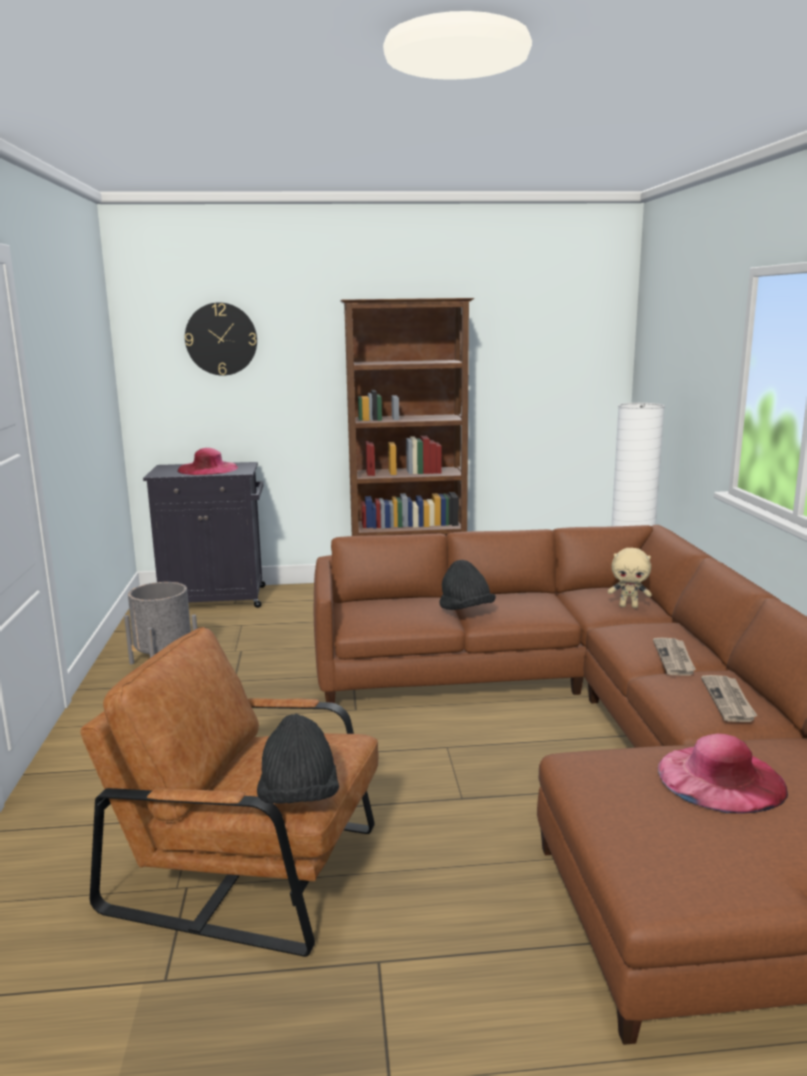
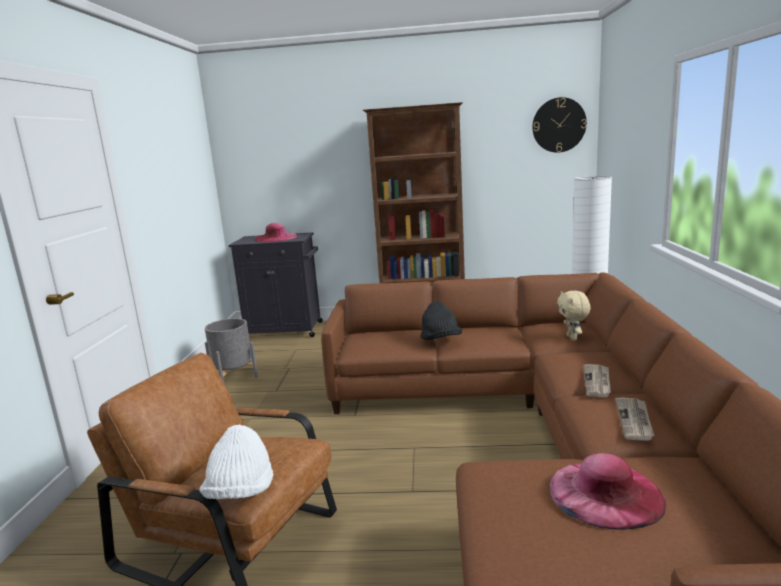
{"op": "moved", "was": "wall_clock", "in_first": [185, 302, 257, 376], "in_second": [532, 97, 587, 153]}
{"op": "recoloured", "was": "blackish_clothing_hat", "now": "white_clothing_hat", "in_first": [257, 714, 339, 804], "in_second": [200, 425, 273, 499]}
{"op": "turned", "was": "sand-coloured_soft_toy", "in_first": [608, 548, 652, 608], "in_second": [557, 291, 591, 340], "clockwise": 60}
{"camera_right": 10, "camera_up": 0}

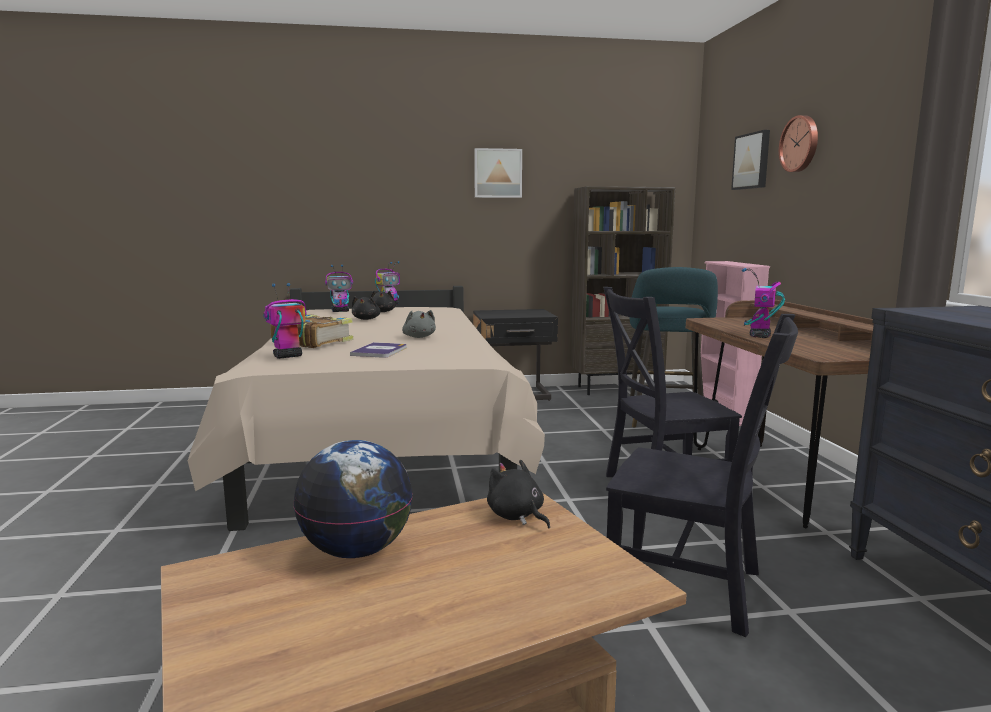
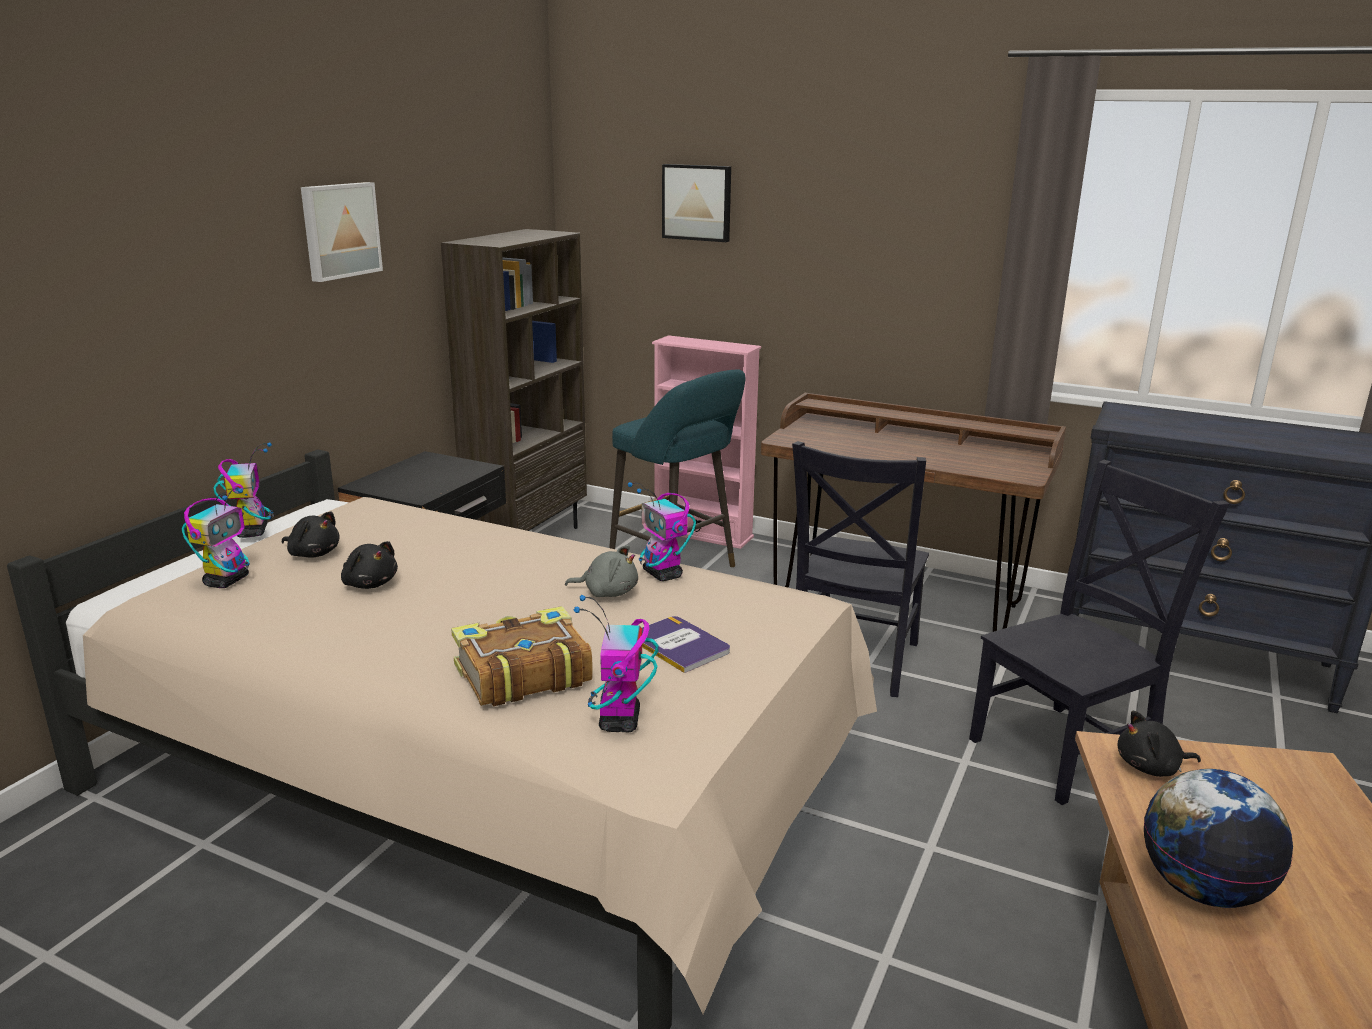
{"op": "moved", "was": "robot_figure", "in_first": [742, 268, 785, 338], "in_second": [628, 482, 696, 581]}
{"op": "removed", "was": "wall_clock", "in_first": [779, 115, 818, 172]}
{"camera_right": -55, "camera_up": 10}

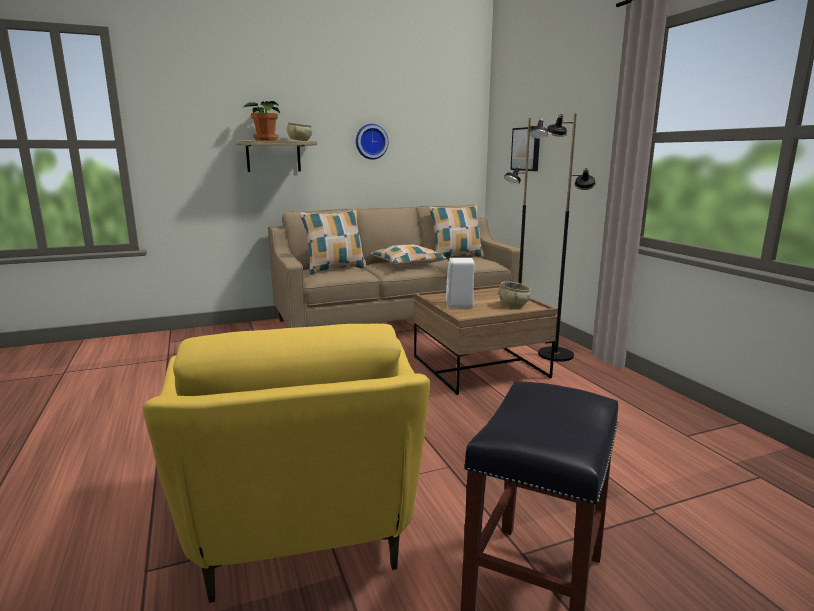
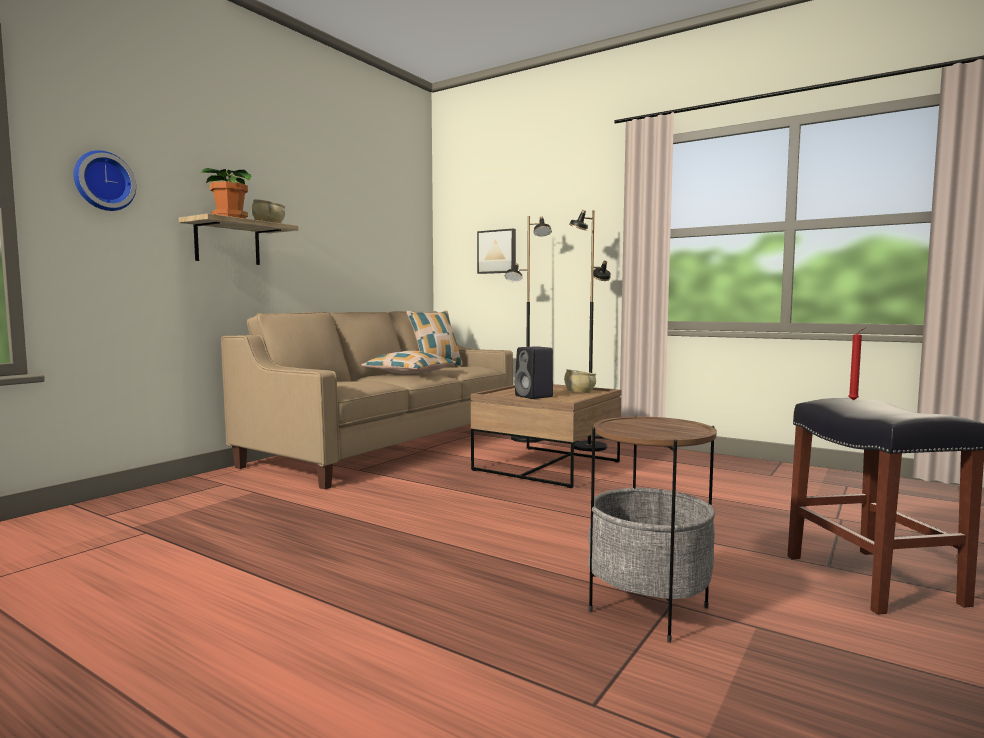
{"op": "replaced", "was": "yellow_armchair", "now": "accent_table", "in_first": [143, 324, 430, 603], "in_second": [588, 416, 717, 643]}
{"op": "removed", "was": "throw_pillow", "in_first": [300, 210, 367, 275]}
{"op": "moved", "was": "wall_clock", "in_first": [356, 124, 388, 160], "in_second": [73, 150, 136, 211]}
{"op": "recoloured", "was": "white_loudspeaker", "now": "blackish_loudspeaker", "in_first": [446, 258, 475, 308], "in_second": [514, 346, 553, 399]}
{"op": "added", "now": "red-coloured_wax_light", "in_second": [849, 327, 866, 401]}
{"camera_right": -35, "camera_up": -10}

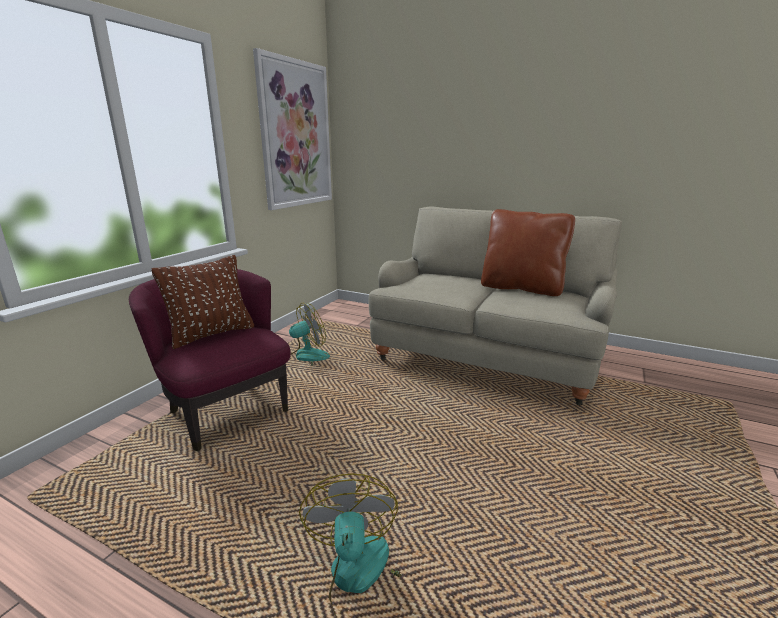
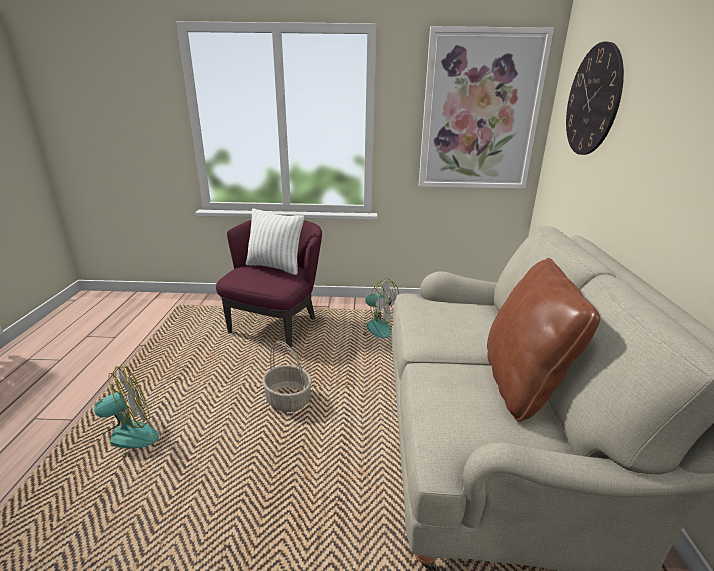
{"op": "recoloured", "was": "brown_throw_pillow", "now": "white_throw_pillow", "in_first": [151, 255, 254, 349], "in_second": [246, 208, 304, 275]}
{"op": "added", "now": "household_basket", "in_second": [262, 341, 312, 412]}
{"op": "added", "now": "wall_clock", "in_second": [566, 42, 624, 155]}
{"camera_right": 65, "camera_up": 5}

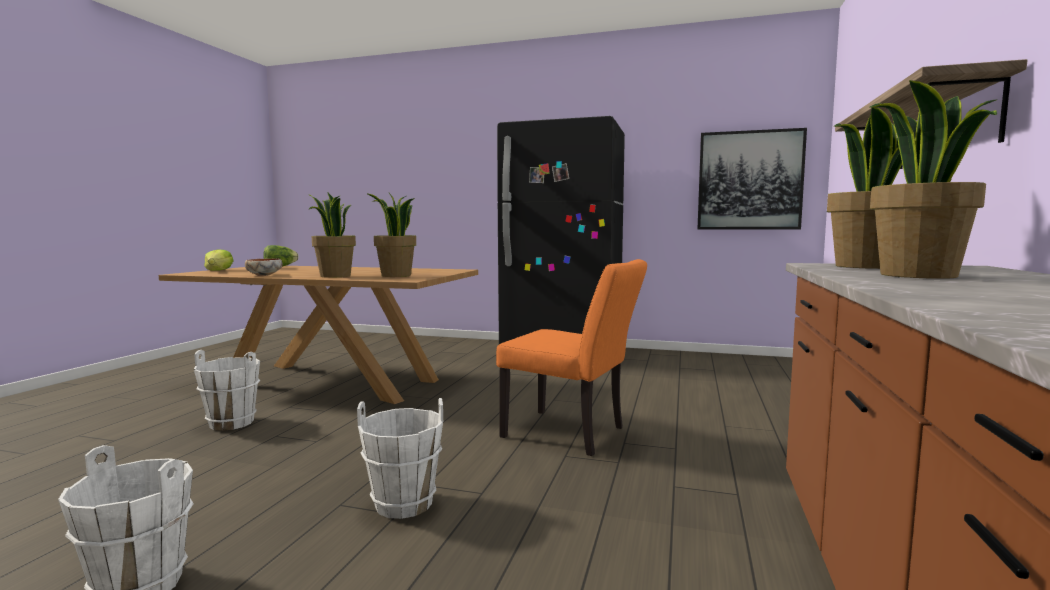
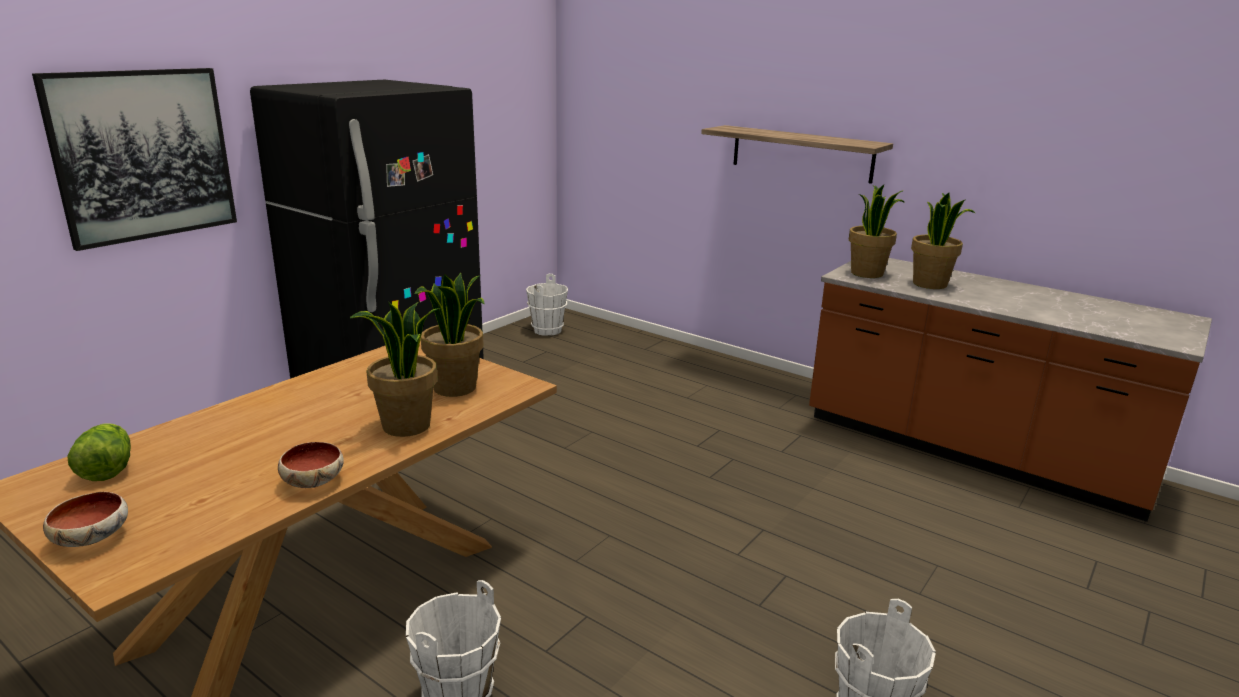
{"op": "replaced", "was": "lettuce", "now": "bowl", "in_first": [204, 249, 233, 271], "in_second": [43, 492, 128, 547]}
{"op": "moved", "was": "white_pail", "in_first": [357, 398, 443, 519], "in_second": [526, 274, 568, 336]}
{"op": "removed", "was": "orange-coloured_plain_chair", "in_first": [496, 259, 647, 456]}
{"op": "moved", "was": "wall_art", "in_first": [698, 128, 807, 230], "in_second": [32, 68, 237, 251]}
{"camera_right": -70, "camera_up": 15}

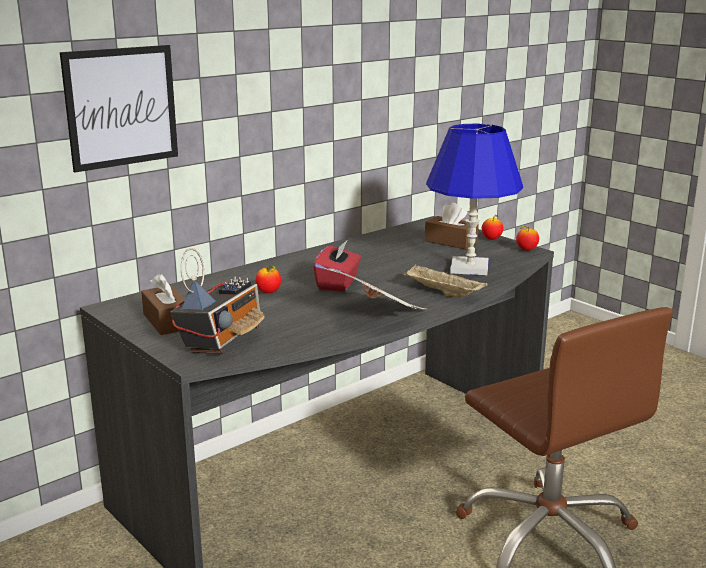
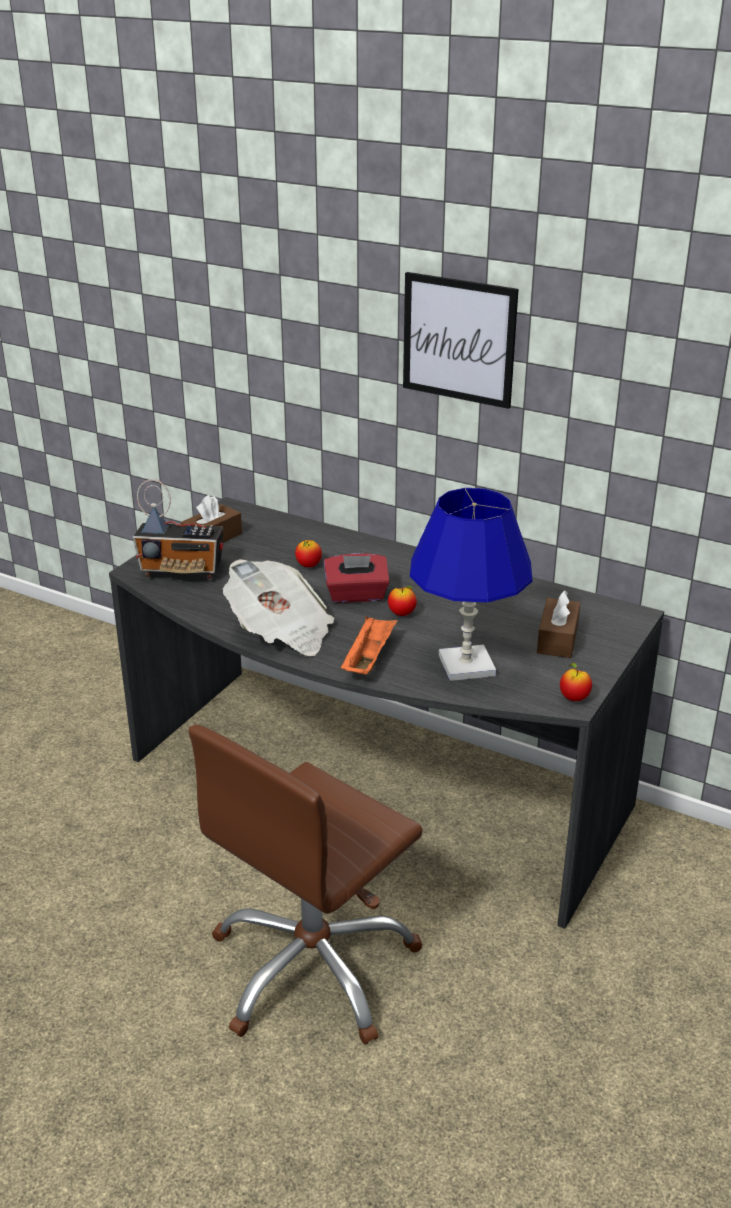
{"op": "moved", "was": "wall_art", "in_first": [60, 45, 178, 172], "in_second": [403, 272, 519, 409]}
{"op": "recoloured", "was": "sand-coloured_carrying_tray", "now": "orange-coloured_carrying_tray", "in_first": [403, 264, 488, 297], "in_second": [341, 616, 398, 674]}
{"op": "moved", "was": "apple_fruit", "in_first": [482, 214, 504, 240], "in_second": [388, 586, 417, 616]}
{"camera_right": 70, "camera_up": 10}

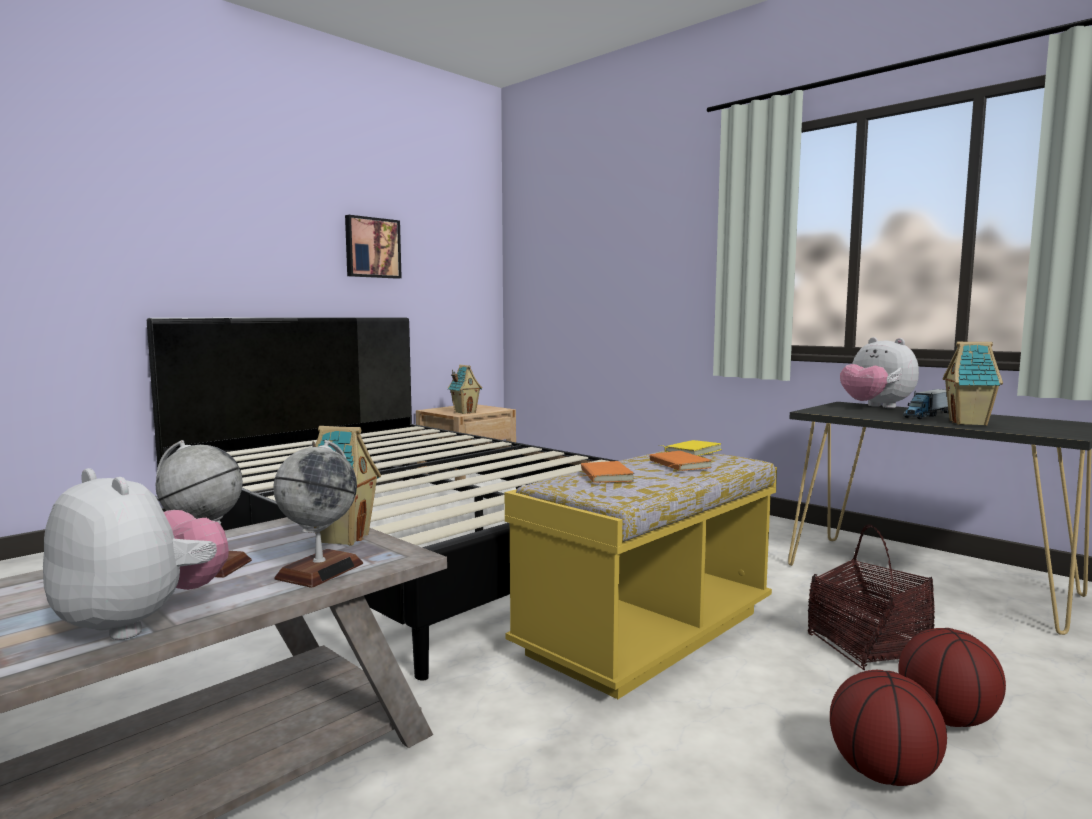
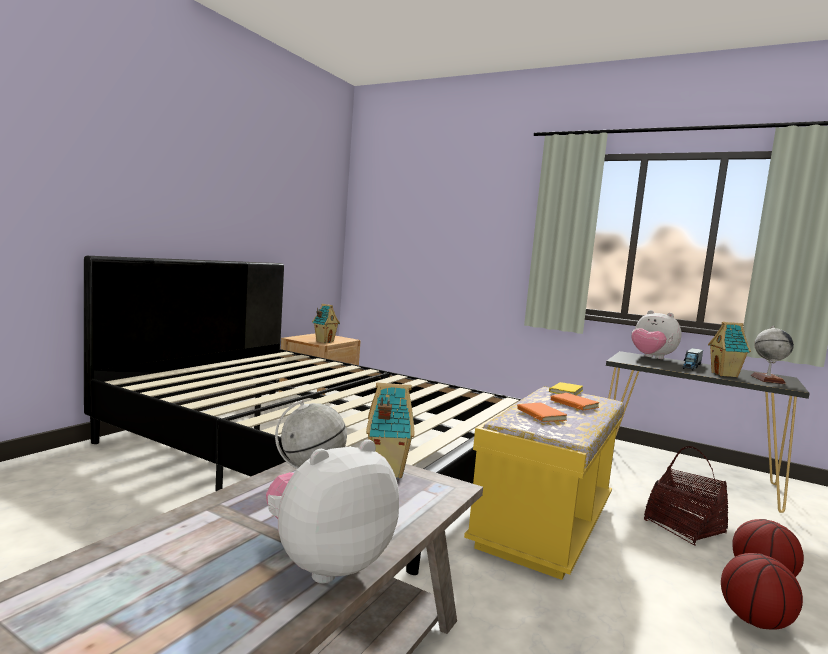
{"op": "turned", "was": "soft_toy", "in_first": [43, 468, 229, 640], "in_second": [266, 440, 399, 584], "clockwise": -60}
{"op": "moved", "was": "desk_globe", "in_first": [273, 440, 363, 588], "in_second": [751, 326, 794, 384]}
{"op": "removed", "was": "wall_art", "in_first": [345, 215, 402, 279]}
{"camera_right": -15, "camera_up": 0}

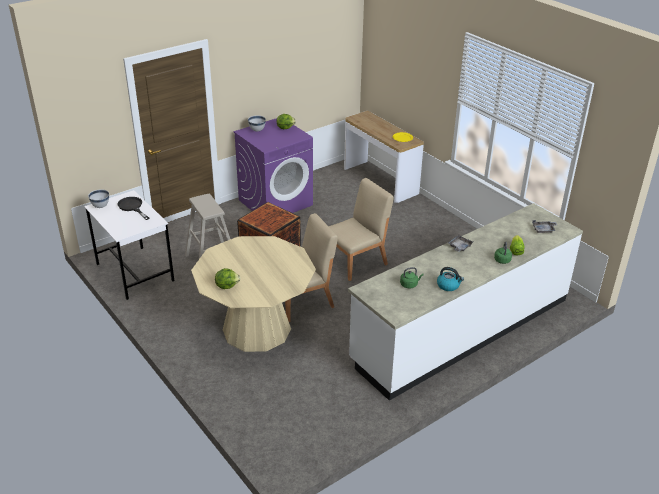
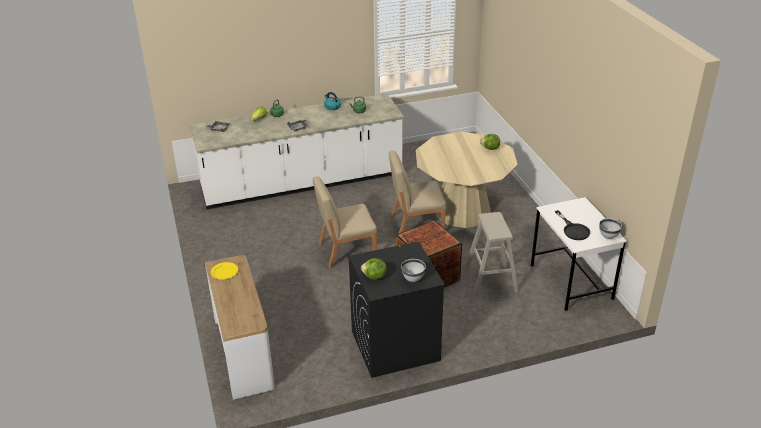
{"op": "recoloured", "was": "purple_laundry_appliance", "now": "blackish_laundry_appliance", "in_first": [233, 118, 313, 213], "in_second": [349, 241, 445, 378]}
{"camera_right": -160, "camera_up": 0}

